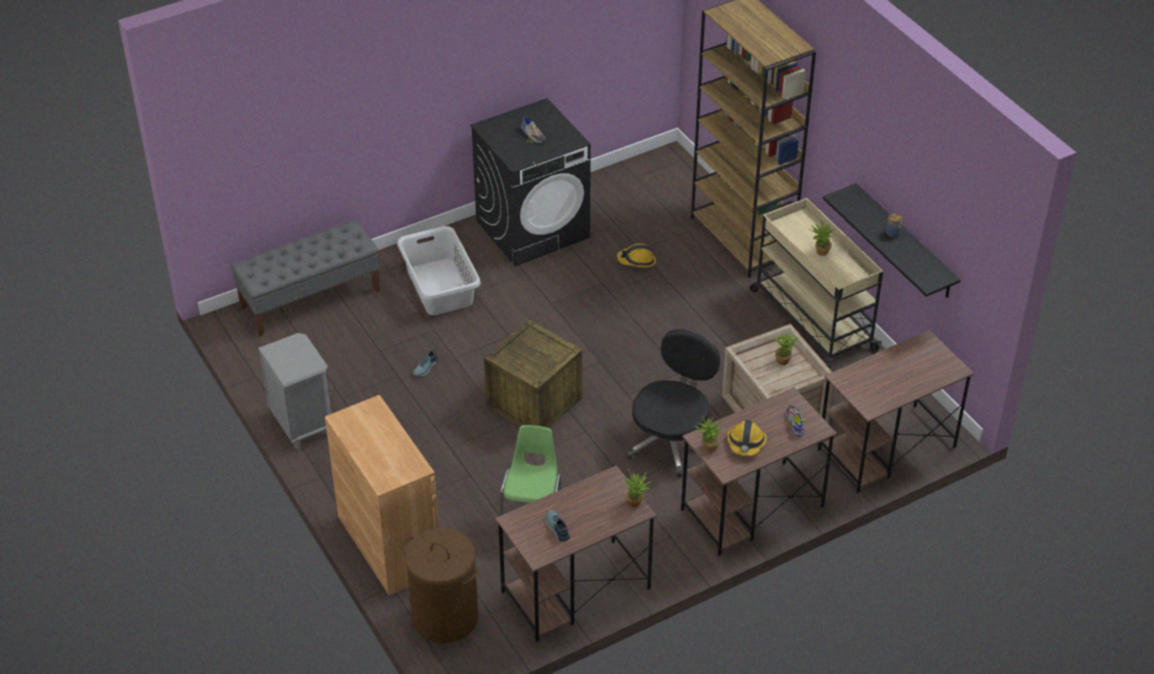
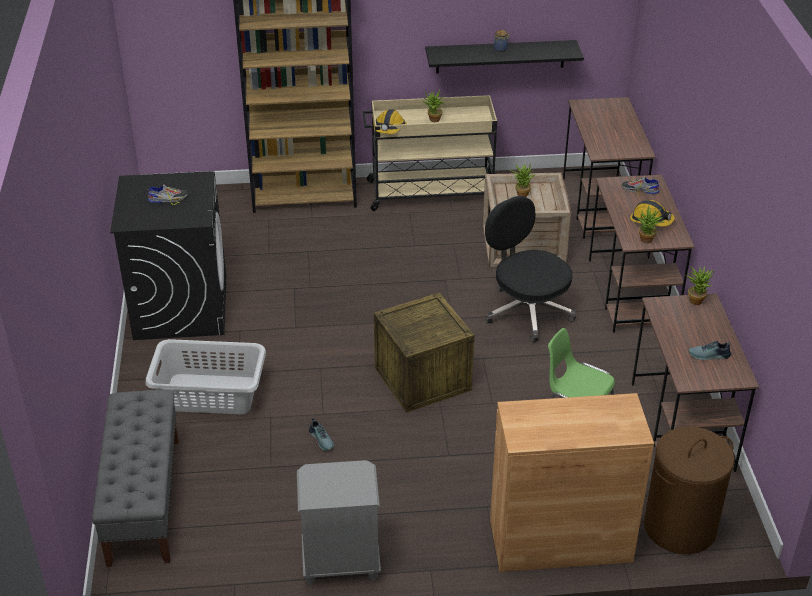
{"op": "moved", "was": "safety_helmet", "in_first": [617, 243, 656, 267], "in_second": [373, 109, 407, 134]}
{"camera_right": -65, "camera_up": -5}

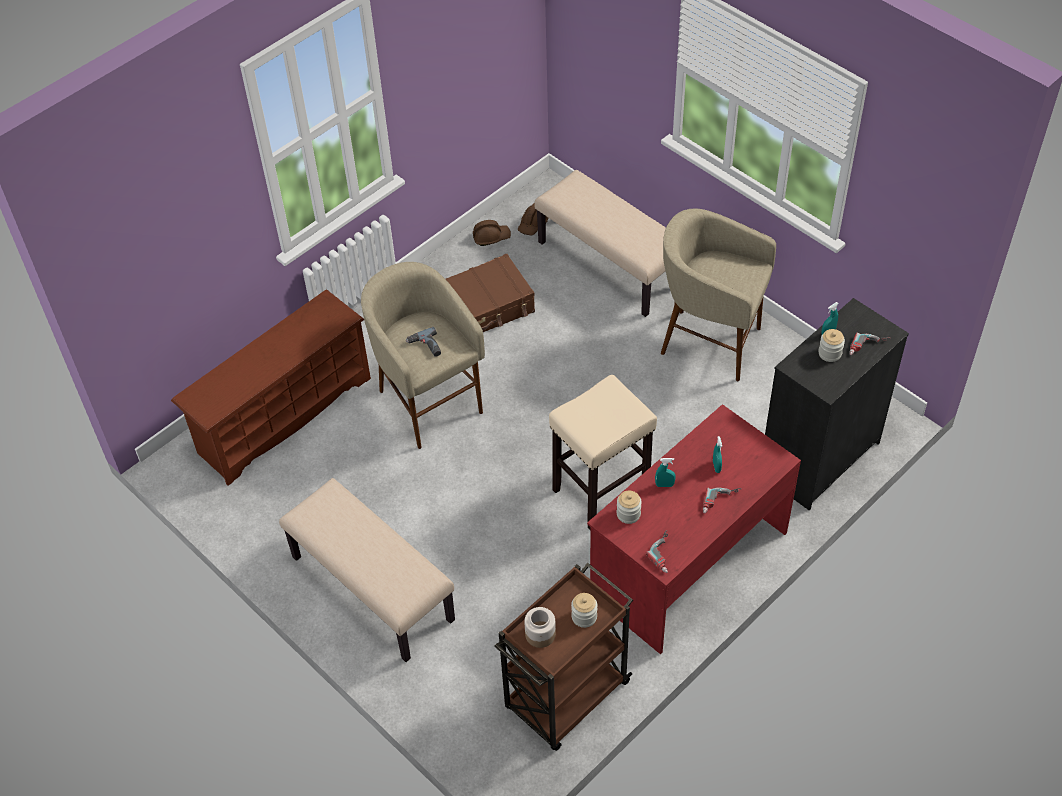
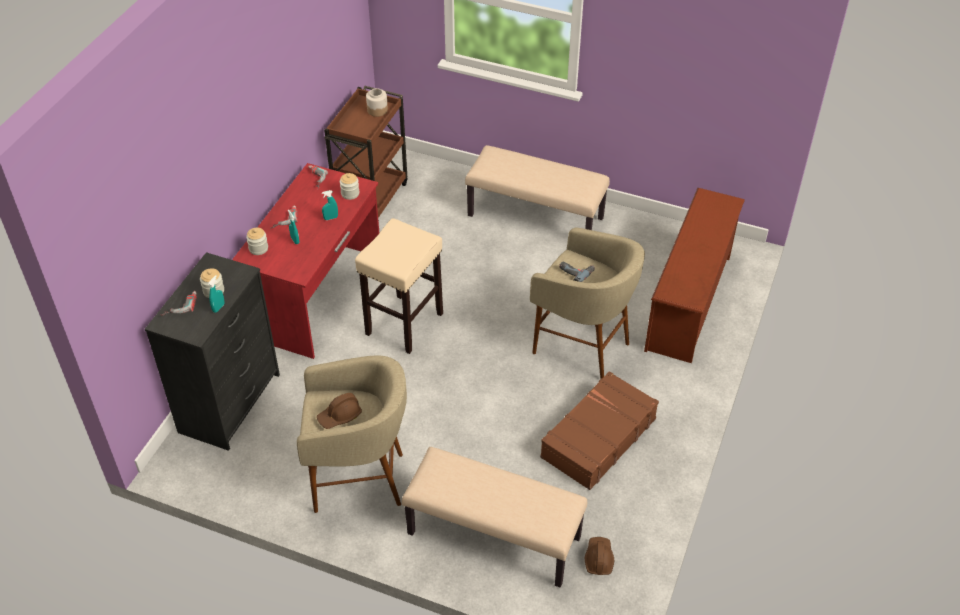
{"op": "moved", "was": "brown_safety_helmet", "in_first": [473, 220, 511, 246], "in_second": [317, 393, 362, 429]}
{"op": "moved", "was": "preserve_jar", "in_first": [571, 593, 597, 628], "in_second": [246, 228, 268, 255]}
{"camera_right": 155, "camera_up": -5}

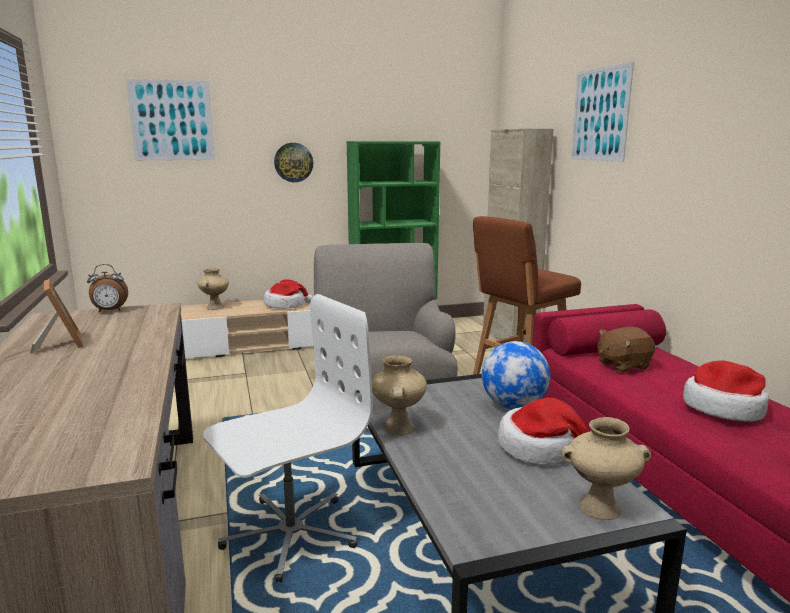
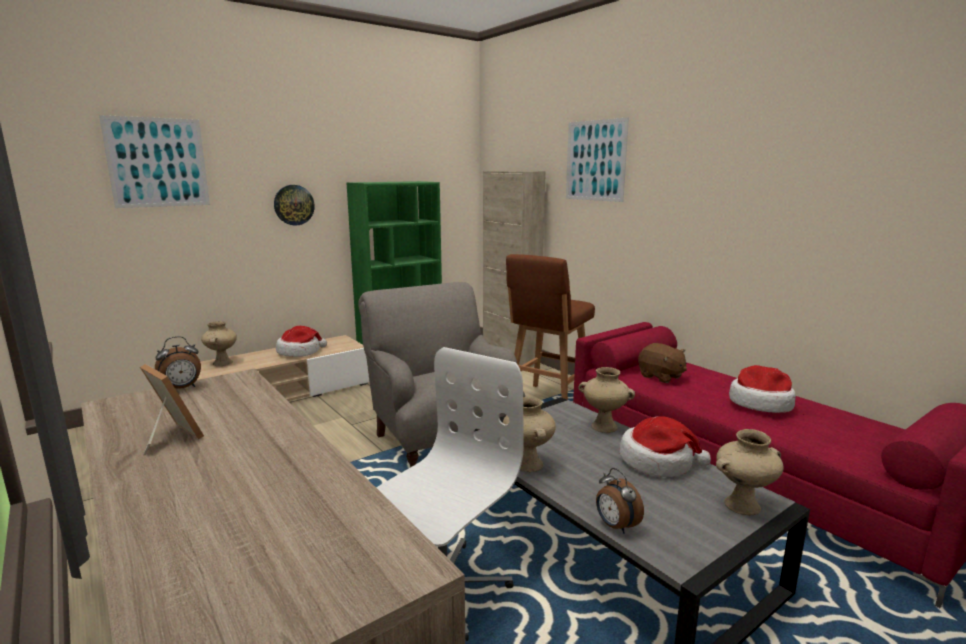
{"op": "replaced", "was": "desk_globe", "now": "sand-coloured_vase", "in_first": [482, 341, 551, 409], "in_second": [578, 367, 635, 433]}
{"op": "turned", "was": "brown_soft_toy", "in_first": [598, 327, 655, 373], "in_second": [638, 343, 687, 383], "clockwise": -90}
{"op": "added", "now": "table_clock", "in_second": [596, 468, 644, 534]}
{"camera_right": -20, "camera_up": 0}

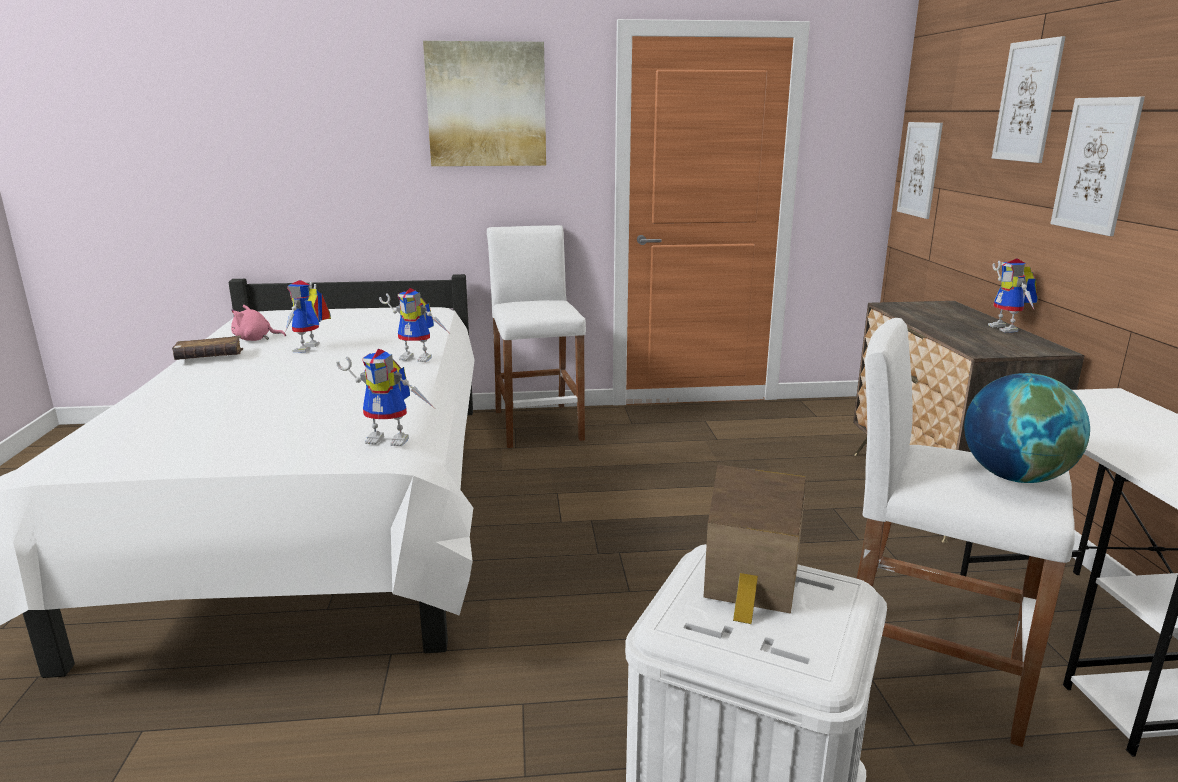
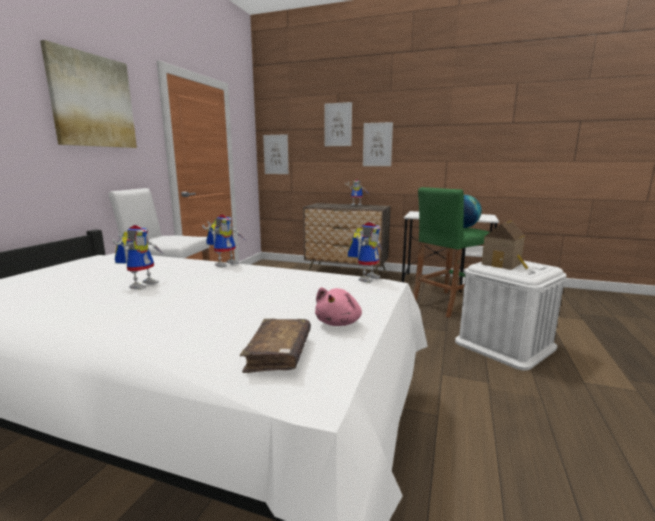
{"op": "moved", "was": "brown_bound_book", "in_first": [172, 336, 243, 360], "in_second": [240, 319, 311, 373]}
{"op": "moved", "was": "pink-coloured_soft_toy", "in_first": [231, 305, 286, 341], "in_second": [315, 287, 362, 326]}
{"op": "turned", "was": "robot_figure", "in_first": [286, 280, 331, 353], "in_second": [112, 225, 165, 290], "clockwise": -105}
{"op": "recoloured", "was": "white_stool", "now": "greenish_stool", "in_first": [857, 318, 1075, 747], "in_second": [413, 187, 490, 318]}
{"camera_right": -65, "camera_up": -5}

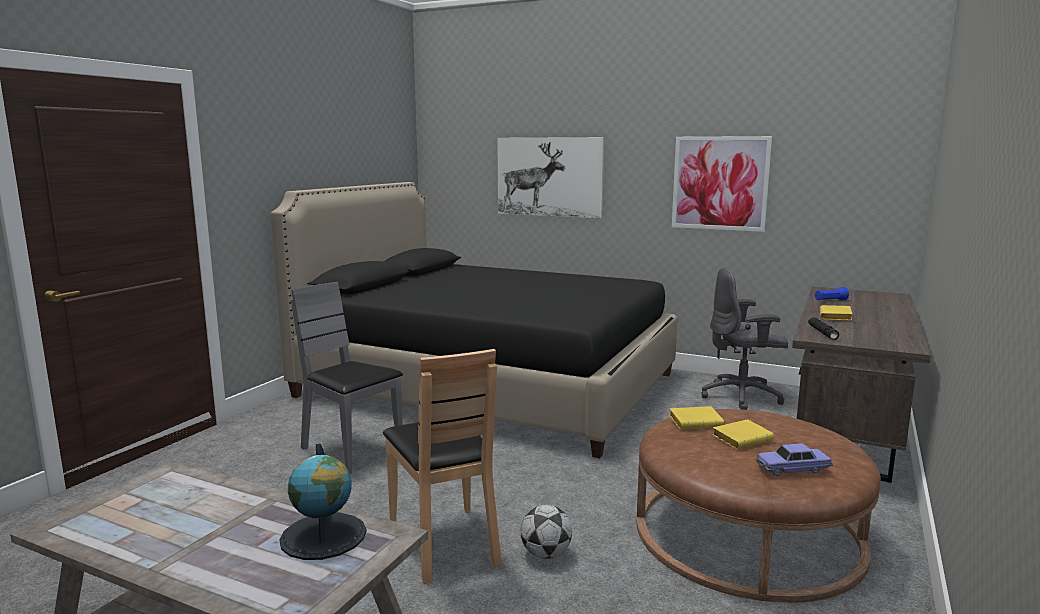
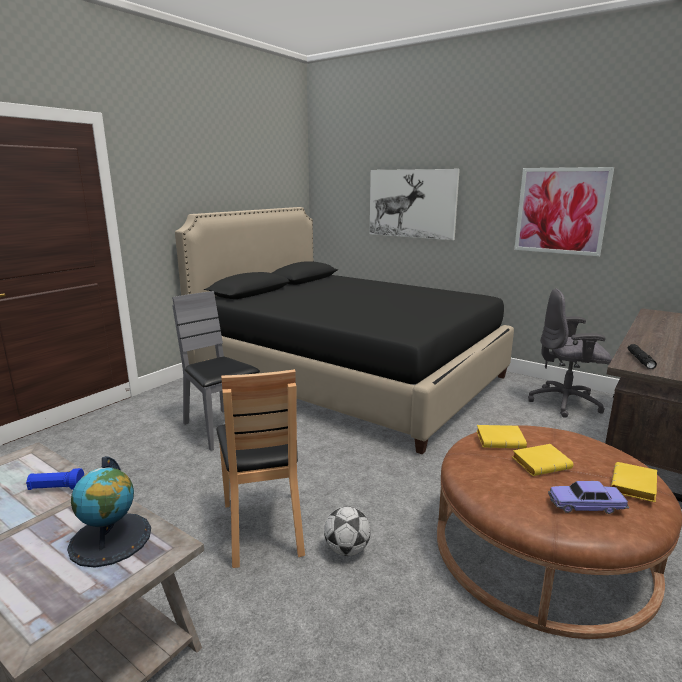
{"op": "moved", "was": "bluish_flashlight", "in_first": [815, 287, 849, 301], "in_second": [26, 468, 84, 490]}
{"op": "moved", "was": "yellow_bound_book", "in_first": [820, 305, 852, 320], "in_second": [611, 462, 657, 502]}
{"camera_right": 10, "camera_up": 5}

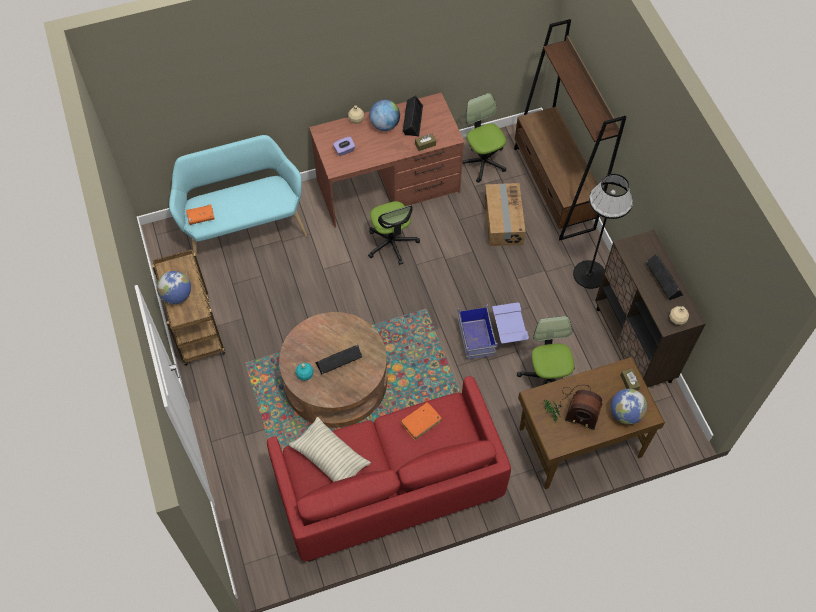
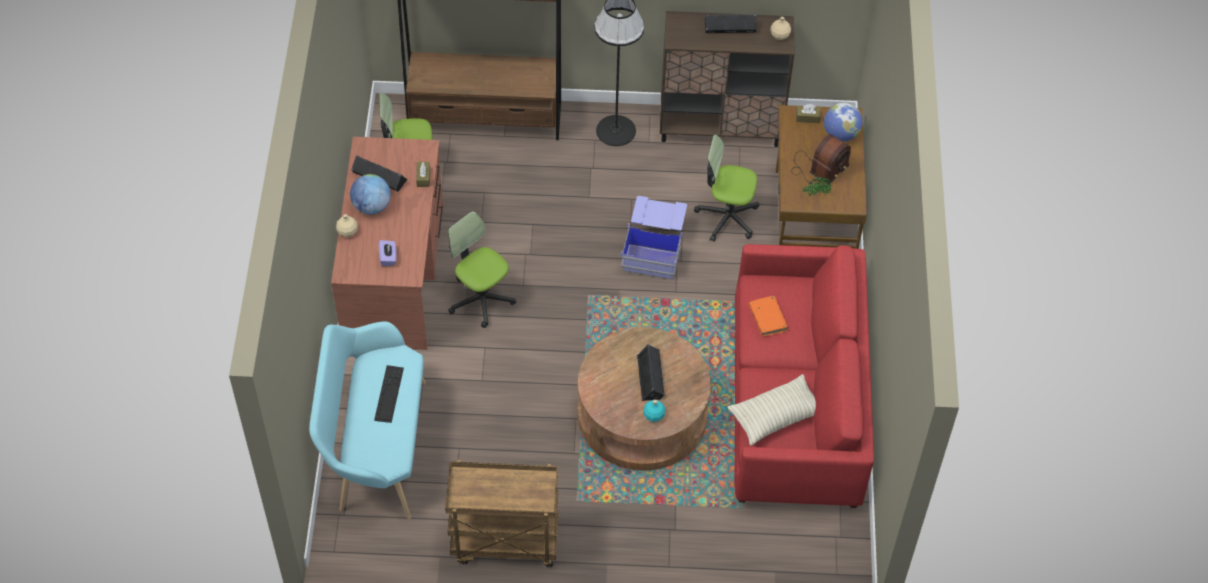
{"op": "removed", "was": "desk_globe", "in_first": [157, 271, 191, 305]}
{"op": "removed", "was": "orange-coloured_bound_book", "in_first": [186, 204, 215, 225]}
{"op": "turned", "was": "desk_chair", "in_first": [368, 201, 420, 265], "in_second": [448, 211, 516, 328], "clockwise": -135}
{"op": "removed", "was": "cardboard_box", "in_first": [484, 183, 526, 246]}
{"op": "added", "now": "PC_keyboard", "in_second": [374, 365, 404, 423]}
{"camera_right": -70, "camera_up": -5}

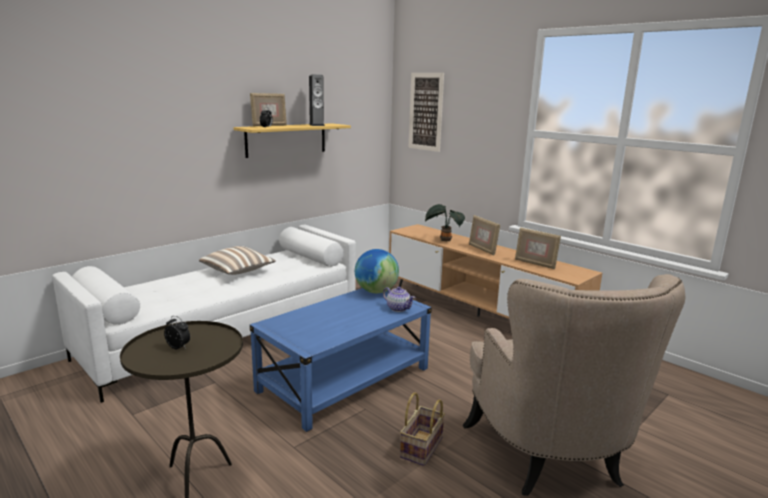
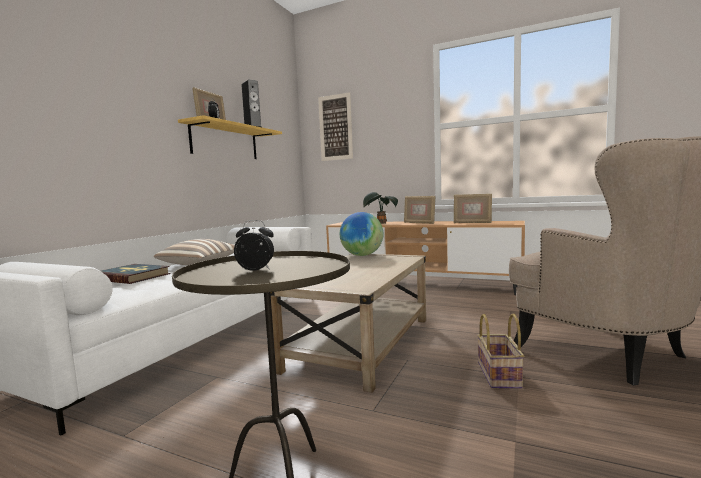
{"op": "recoloured", "was": "bluish_coffee_table", "now": "sand-coloured_coffee_table", "in_first": [250, 288, 432, 432], "in_second": [270, 254, 426, 393]}
{"op": "removed", "was": "tea_pot", "in_first": [383, 287, 416, 312]}
{"op": "added", "now": "bound_book", "in_second": [101, 264, 171, 284]}
{"camera_right": -20, "camera_up": -10}

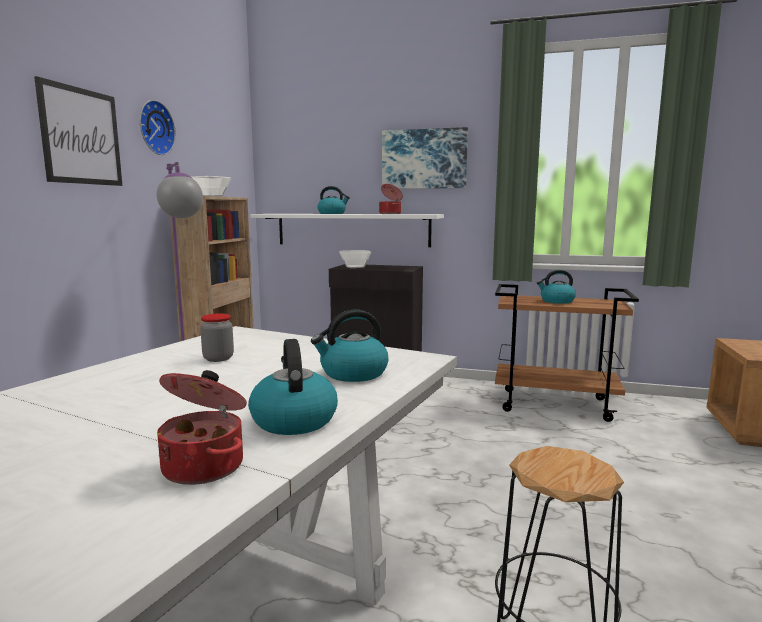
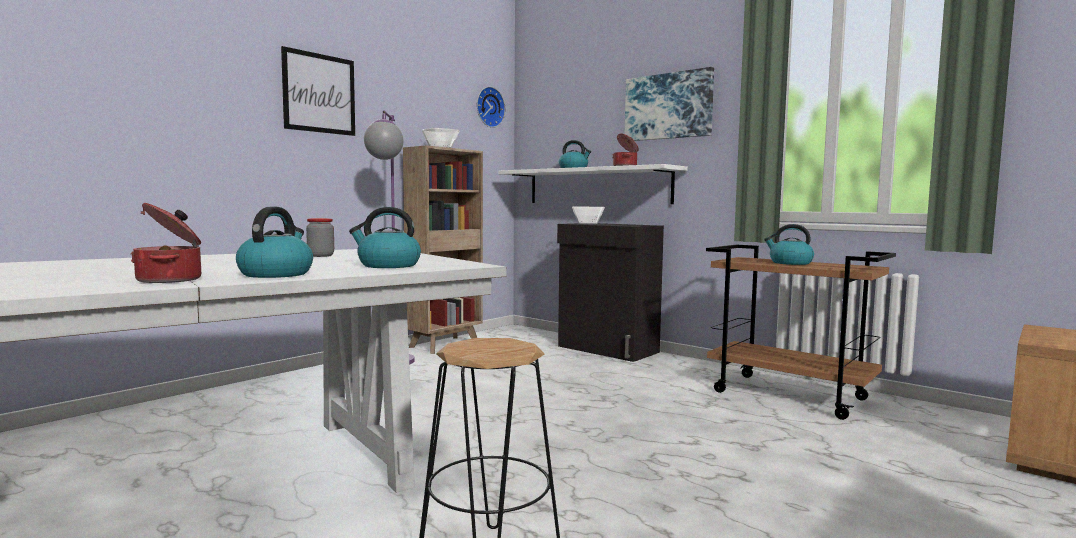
{"op": "moved", "was": "wall_clock", "in_first": [140, 100, 176, 155], "in_second": [477, 86, 505, 128]}
{"camera_right": 25, "camera_up": -5}

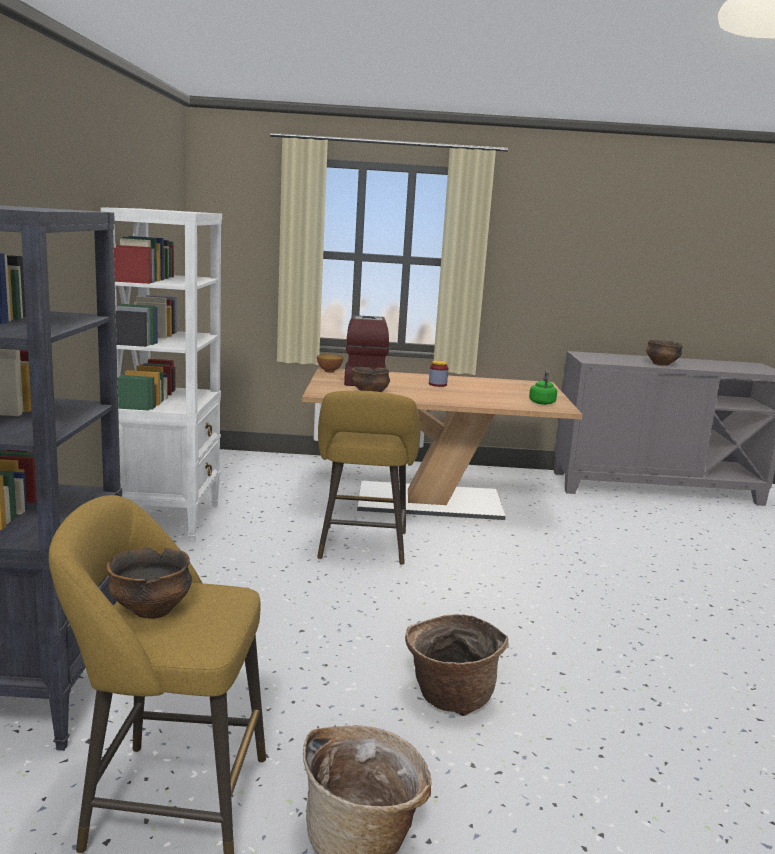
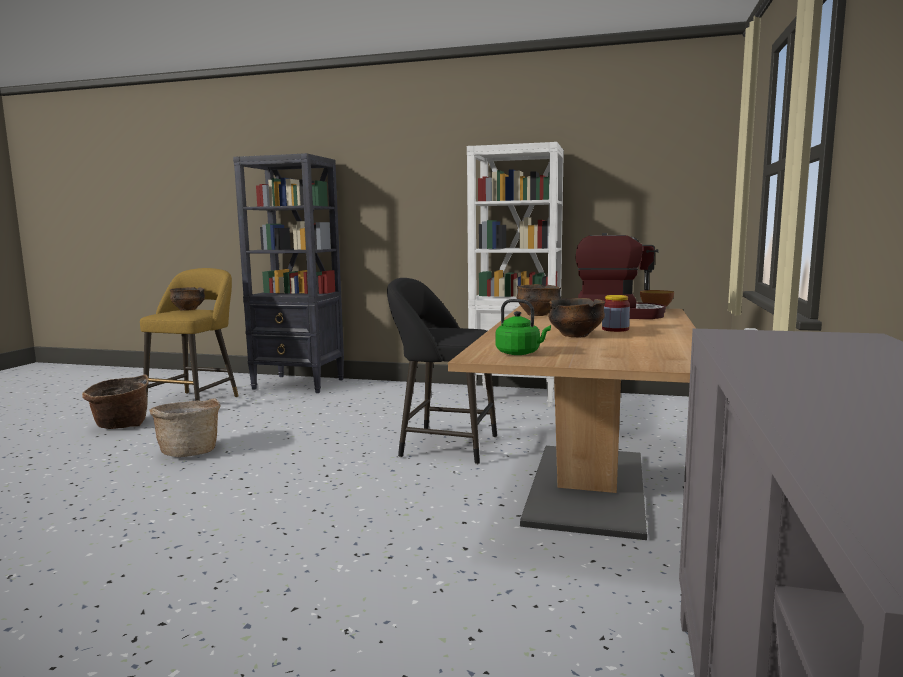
{"op": "recoloured", "was": "yellow_stool", "now": "blackish_stool", "in_first": [317, 391, 420, 565], "in_second": [387, 278, 497, 465]}
{"op": "moved", "was": "bowl", "in_first": [646, 340, 683, 365], "in_second": [548, 298, 605, 338]}
{"camera_right": 105, "camera_up": -5}

